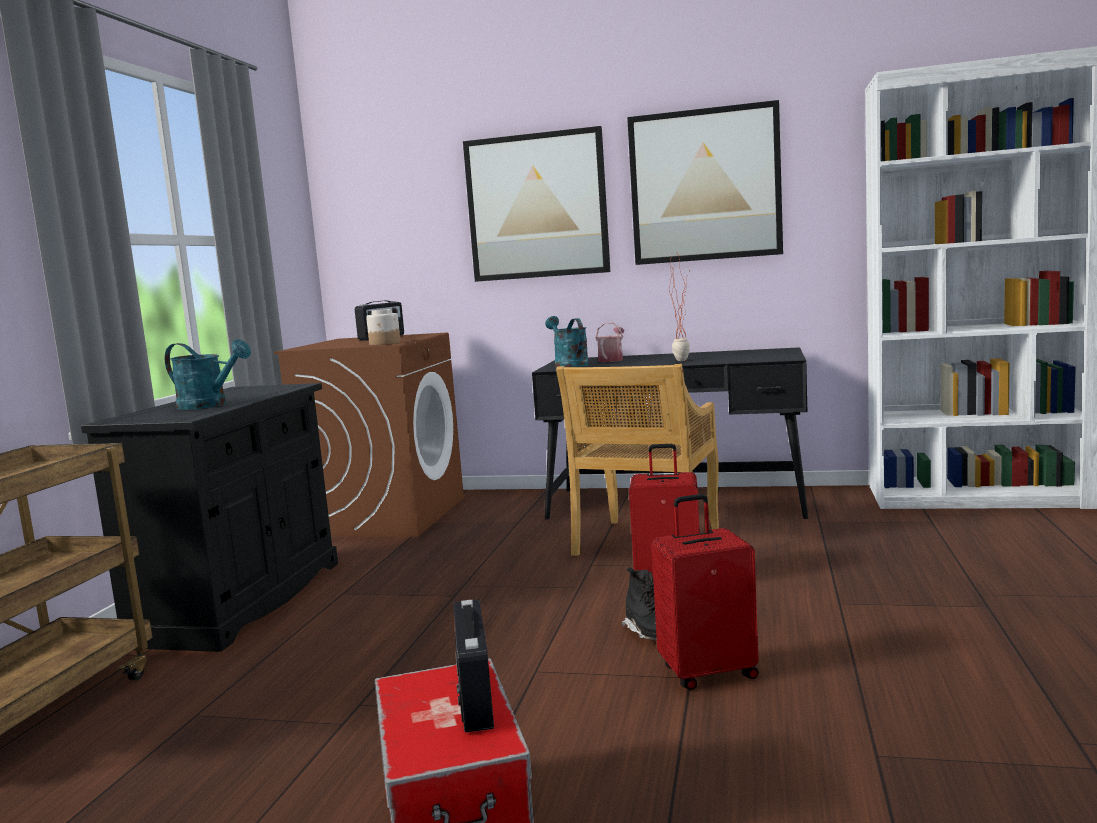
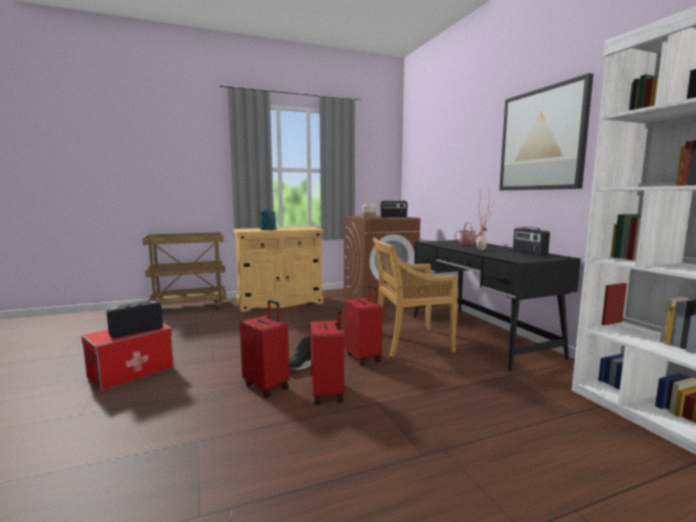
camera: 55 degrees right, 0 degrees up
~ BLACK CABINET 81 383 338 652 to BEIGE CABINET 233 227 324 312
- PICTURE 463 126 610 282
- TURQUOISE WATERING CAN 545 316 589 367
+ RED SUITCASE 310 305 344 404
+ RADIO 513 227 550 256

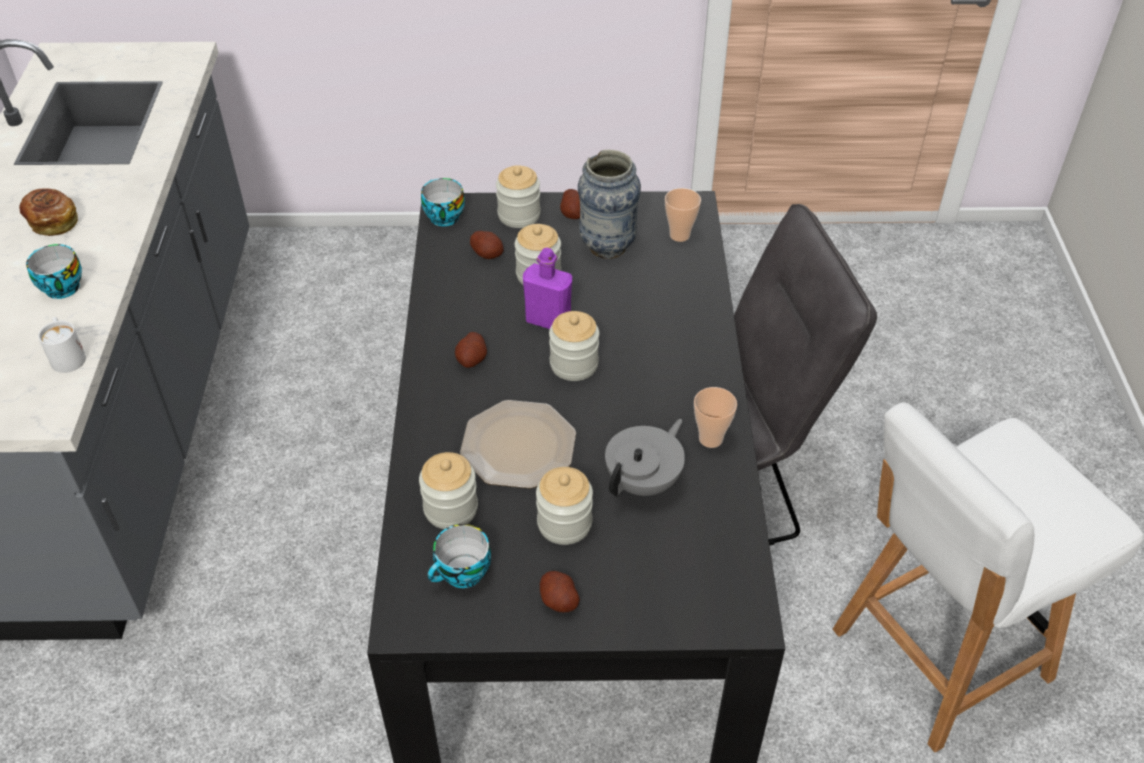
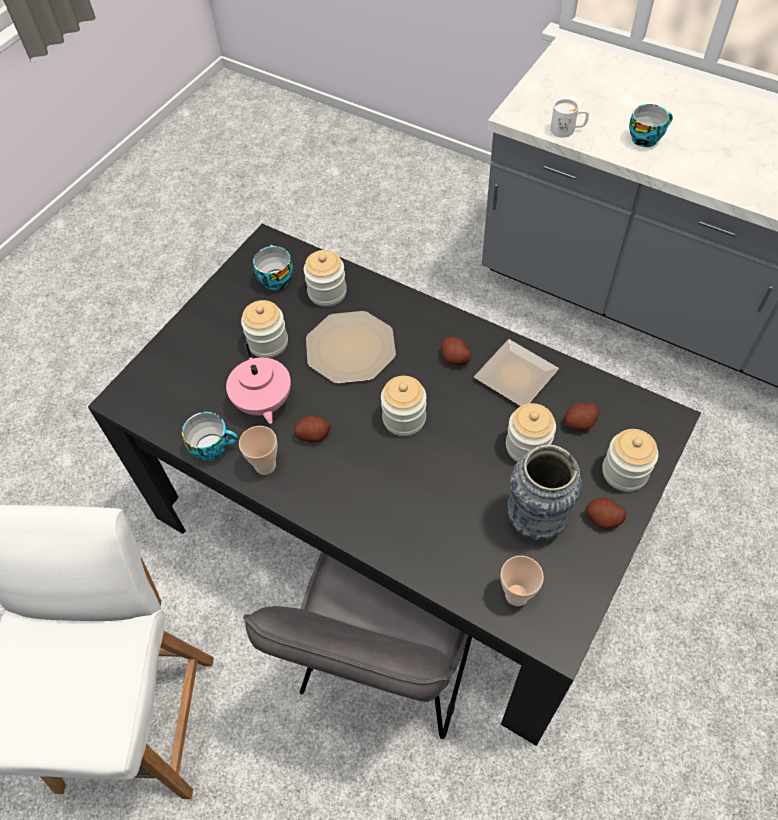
camera: 125 degrees right, 10 degrees up
- BREAD 19 189 78 236
~ CUP 421 178 465 227 to 182 412 238 461
- PURPLE BOTTLE 523 248 572 329
~ POTATO 540 571 580 612 to 294 416 331 442
~ GREY TEAPOT 605 419 685 496 to PINK TEAPOT 226 342 291 424
+ PLATE 474 339 559 406

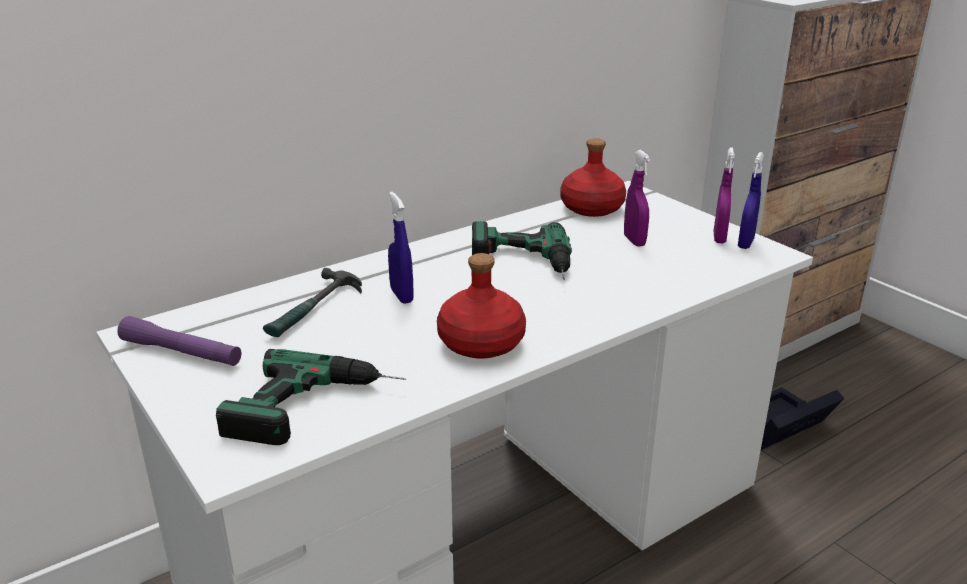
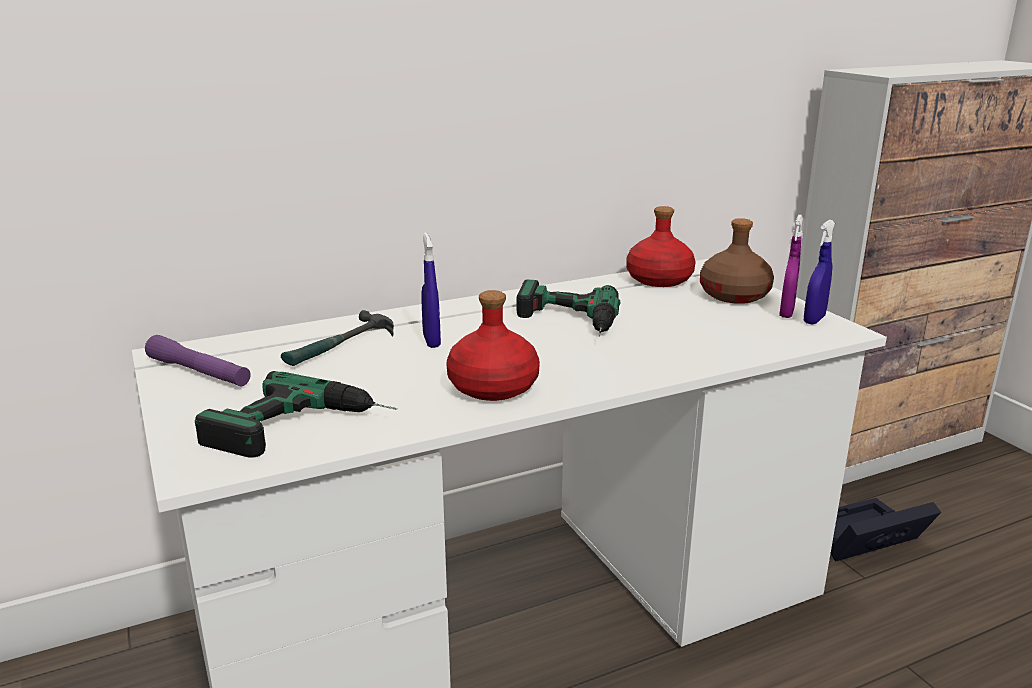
camera: 10 degrees right, 5 degrees down
- PURPLE SPRAY BOTTLE 624 150 650 247
+ BROWN BOTTLE 700 218 774 304

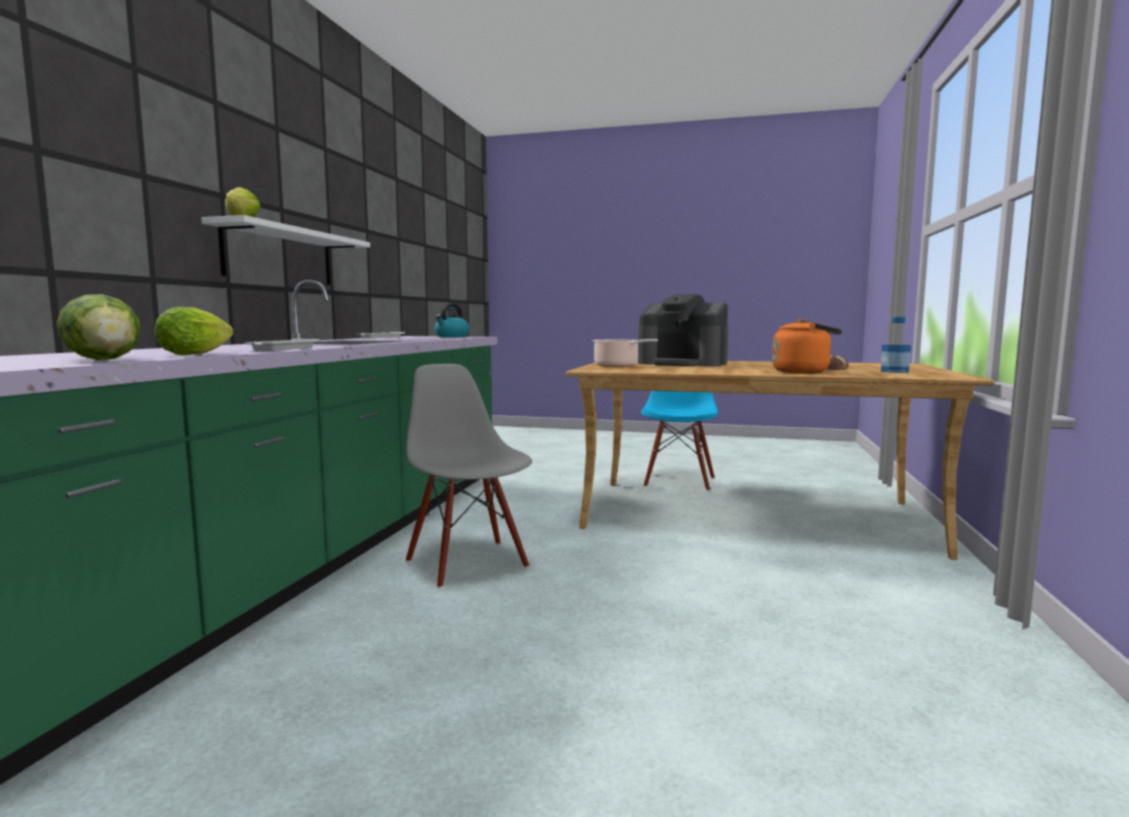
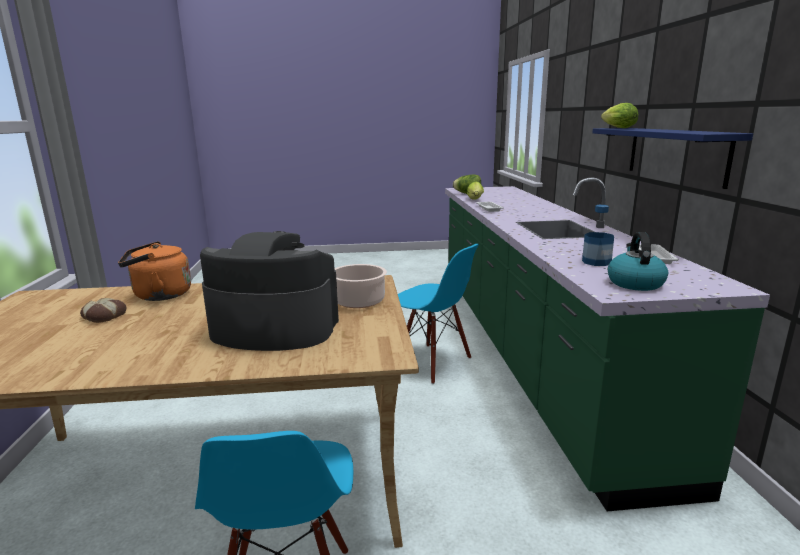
camera: 160 degrees right, 10 degrees up
~ WHITE SHELF 201 215 370 285 to BLUE SHELF 592 128 753 189
~ GREY CHAIR 406 364 532 589 to BLUE CHAIR 398 244 479 384
~ BOTTLE 881 317 911 373 to 582 205 614 266

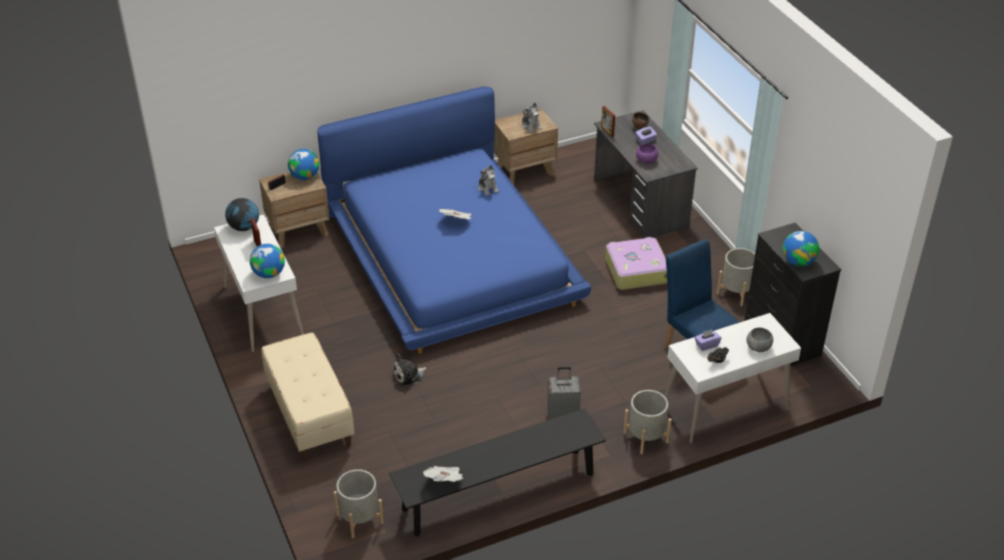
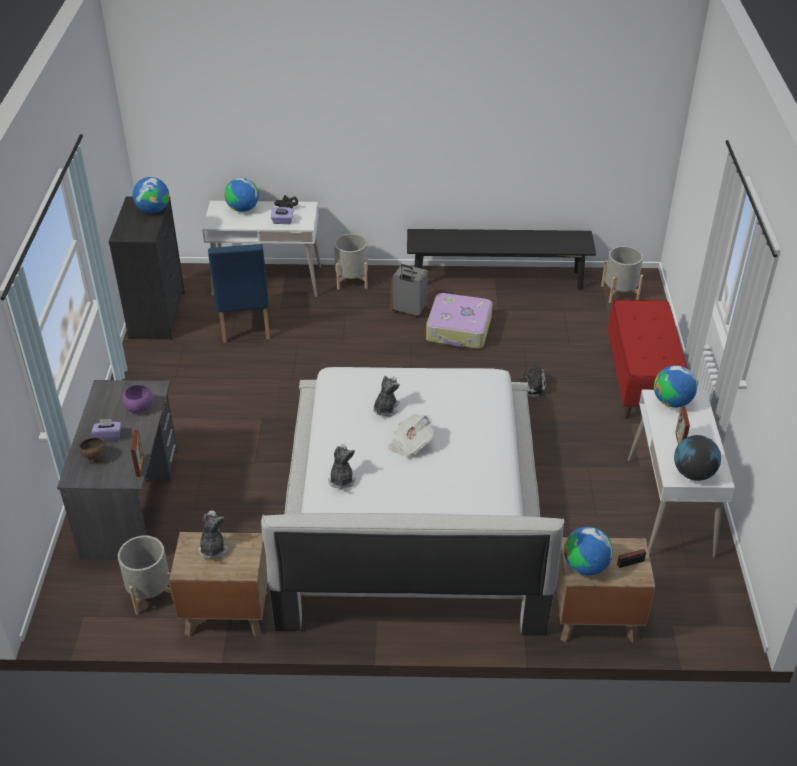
camera: 155 degrees left, 0 degrees up
~ BEIGE BENCH 262 332 355 461 to RED BENCH 608 300 688 419
~ BLUE BED 317 86 591 354 to WHITE BED 261 367 564 635
- NEWSPAPER 423 466 463 482
~ SUITCASE 605 237 667 290 to 426 293 493 349
~ GREY PLANTER 717 248 755 306 to 118 535 173 615
~ GREY BOWL 747 328 773 352 to GLOBE 225 178 259 212
+ PLUSH TOY 373 376 400 417

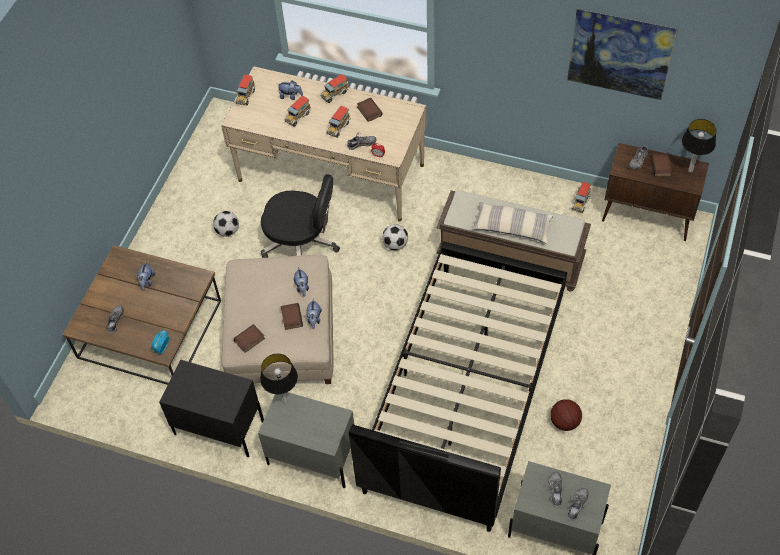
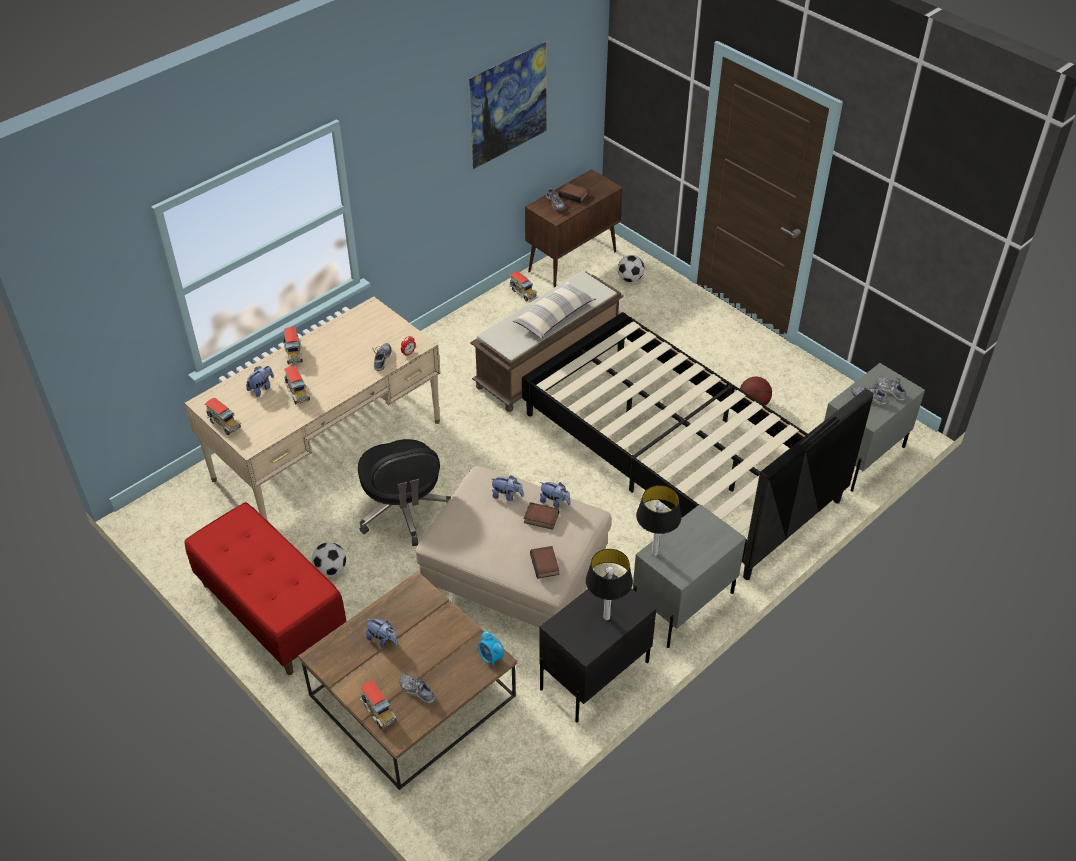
camera: 65 degrees left, 10 degrees down
~ BLACK OFFICE CHAIR 261 174 340 258 = 358 439 451 546 120 degrees clockwise
~ TOY TRUCK 326 106 351 138 to 360 680 397 729
- BOOK 357 98 383 122
~ FOOTBALL 382 224 408 250 to 617 255 645 282
~ TABLE LAMP 682 119 716 172 to 586 549 633 620
+ RED BENCH 184 502 346 675

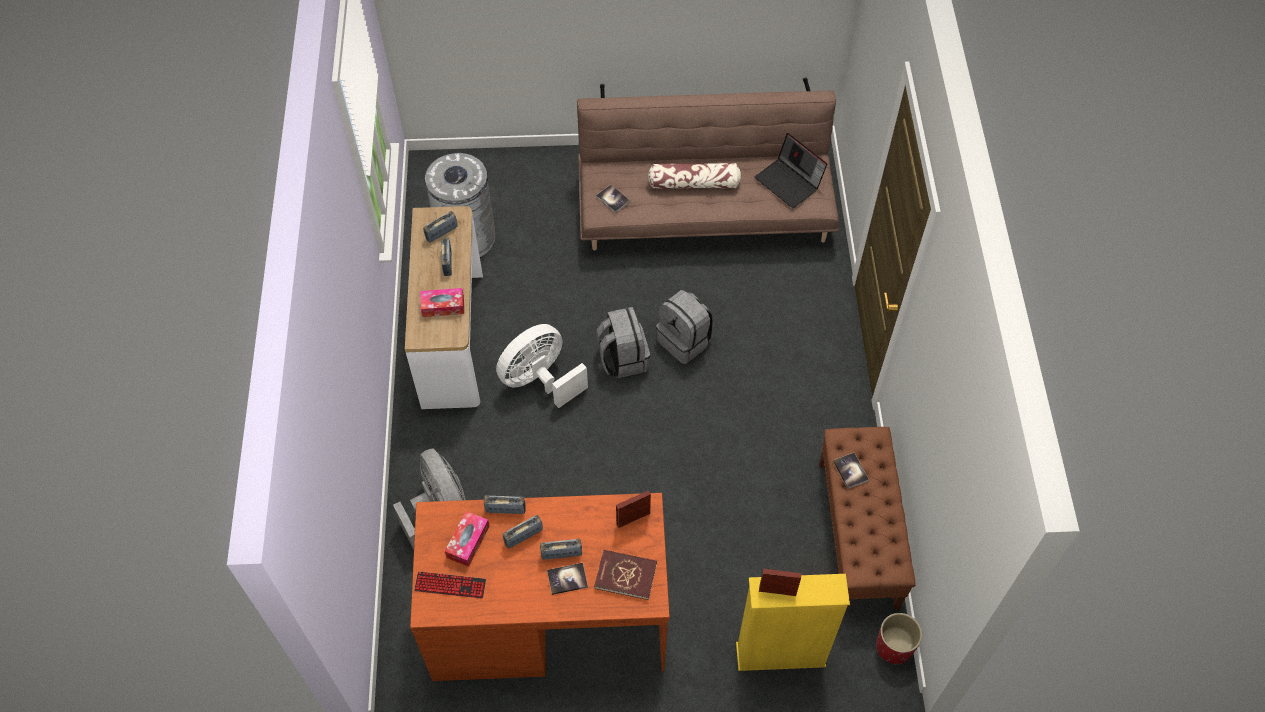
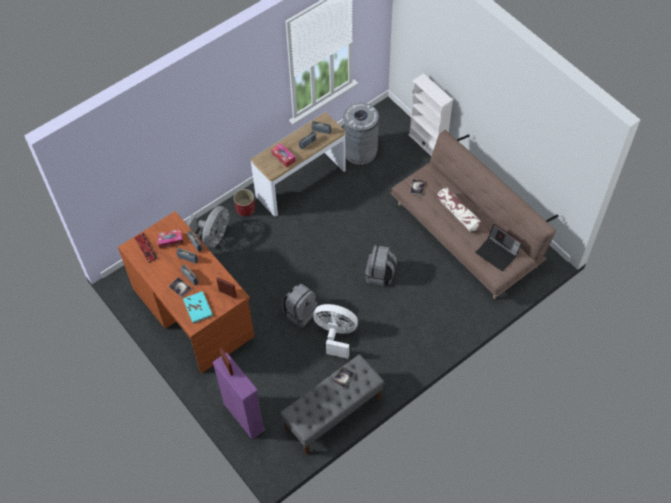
camera: 55 degrees right, 0 degrees up
~ WHITE FAN 496 324 588 408 to 313 304 358 359
~ RED BOOK 594 550 657 600 to TURQUOISE BOOK 183 291 213 324
~ GREY BACKPACK 596 307 650 378 to 282 284 318 328
~ YELLOW BOOKCASE 736 574 850 671 to PURPLE BOOKCASE 212 352 265 439
~ LAPTOP 755 133 827 208 = 475 224 522 271 60 degrees counterclockwise
~ BROWN BENCH 819 427 916 610 to GREY BENCH 280 354 384 455
~ RED PLANTER 876 613 922 664 to 234 189 255 216
+ WHITE BOOKCASE 408 73 453 156

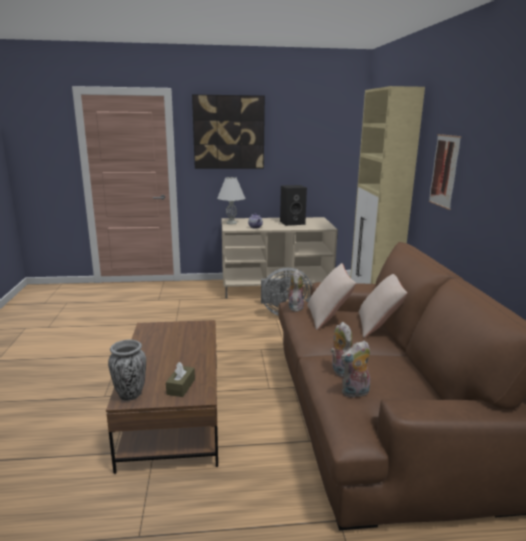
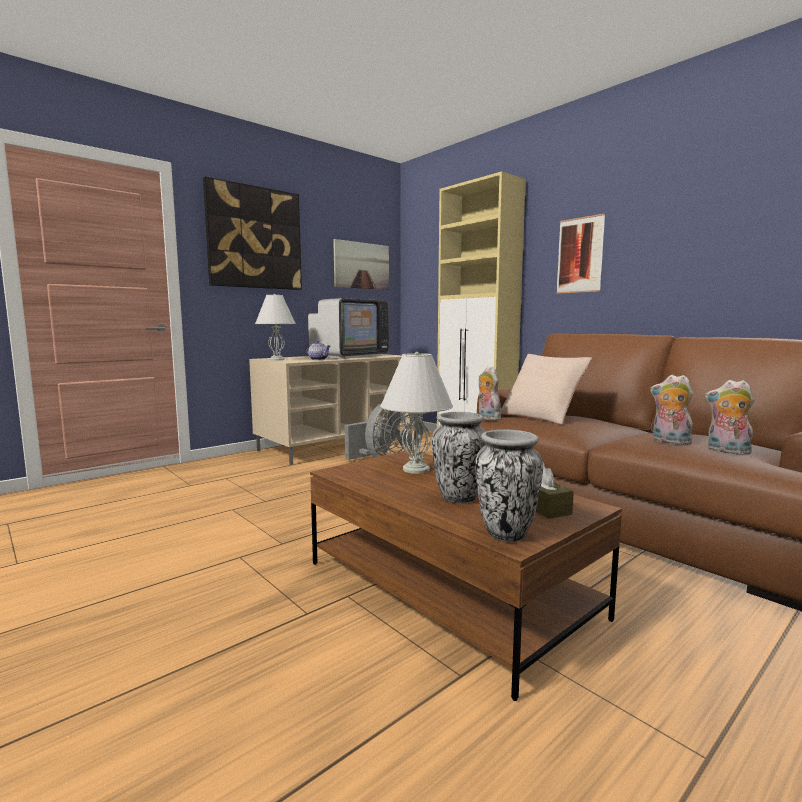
camera: 35 degrees left, 10 degrees down
~ BLACK SPEAKER 280 185 307 226 to TELEVISION 308 298 389 359
~ PLUSH TOY 341 340 370 398 = 705 380 754 455 90 degrees clockwise
- BEIGE PILLOW 359 274 408 338
+ PICTURE 333 239 389 290
+ WHITE TABLE LAMP 380 352 453 474
+ VASE 432 412 486 503

